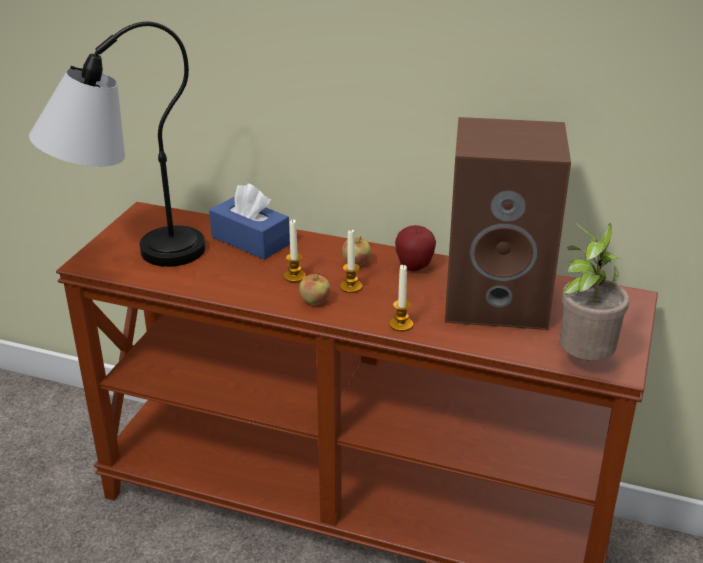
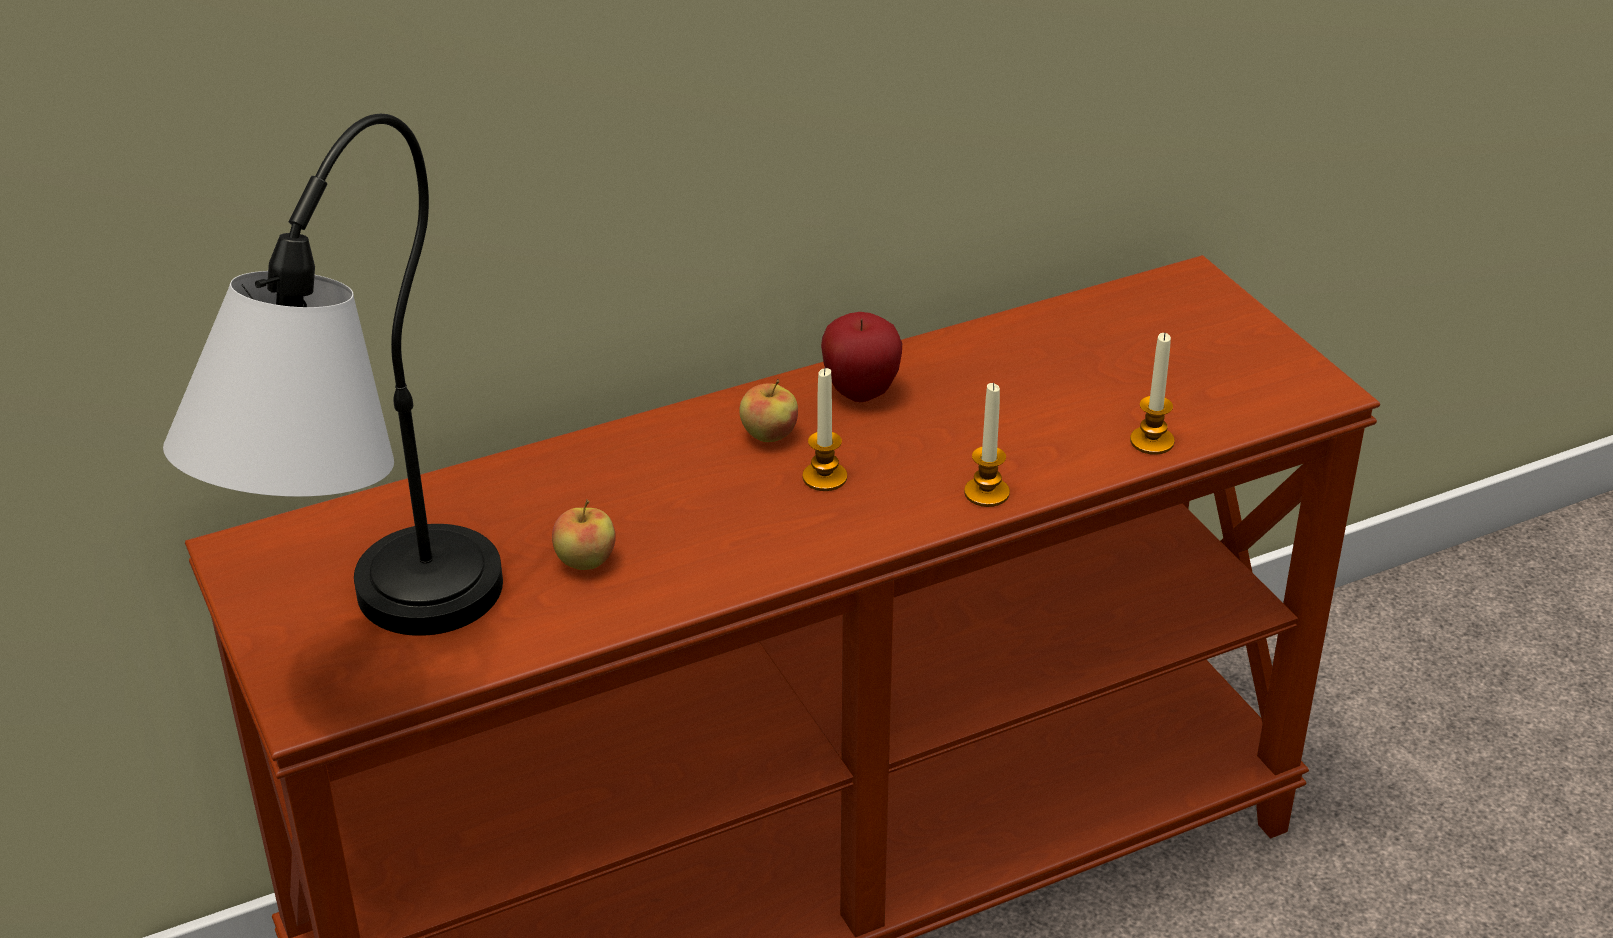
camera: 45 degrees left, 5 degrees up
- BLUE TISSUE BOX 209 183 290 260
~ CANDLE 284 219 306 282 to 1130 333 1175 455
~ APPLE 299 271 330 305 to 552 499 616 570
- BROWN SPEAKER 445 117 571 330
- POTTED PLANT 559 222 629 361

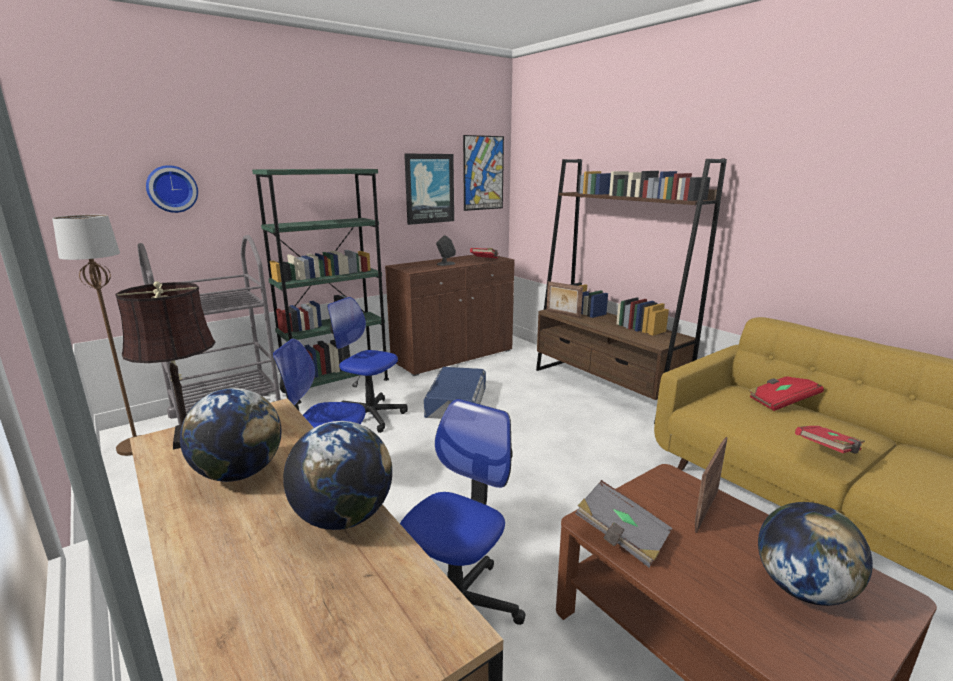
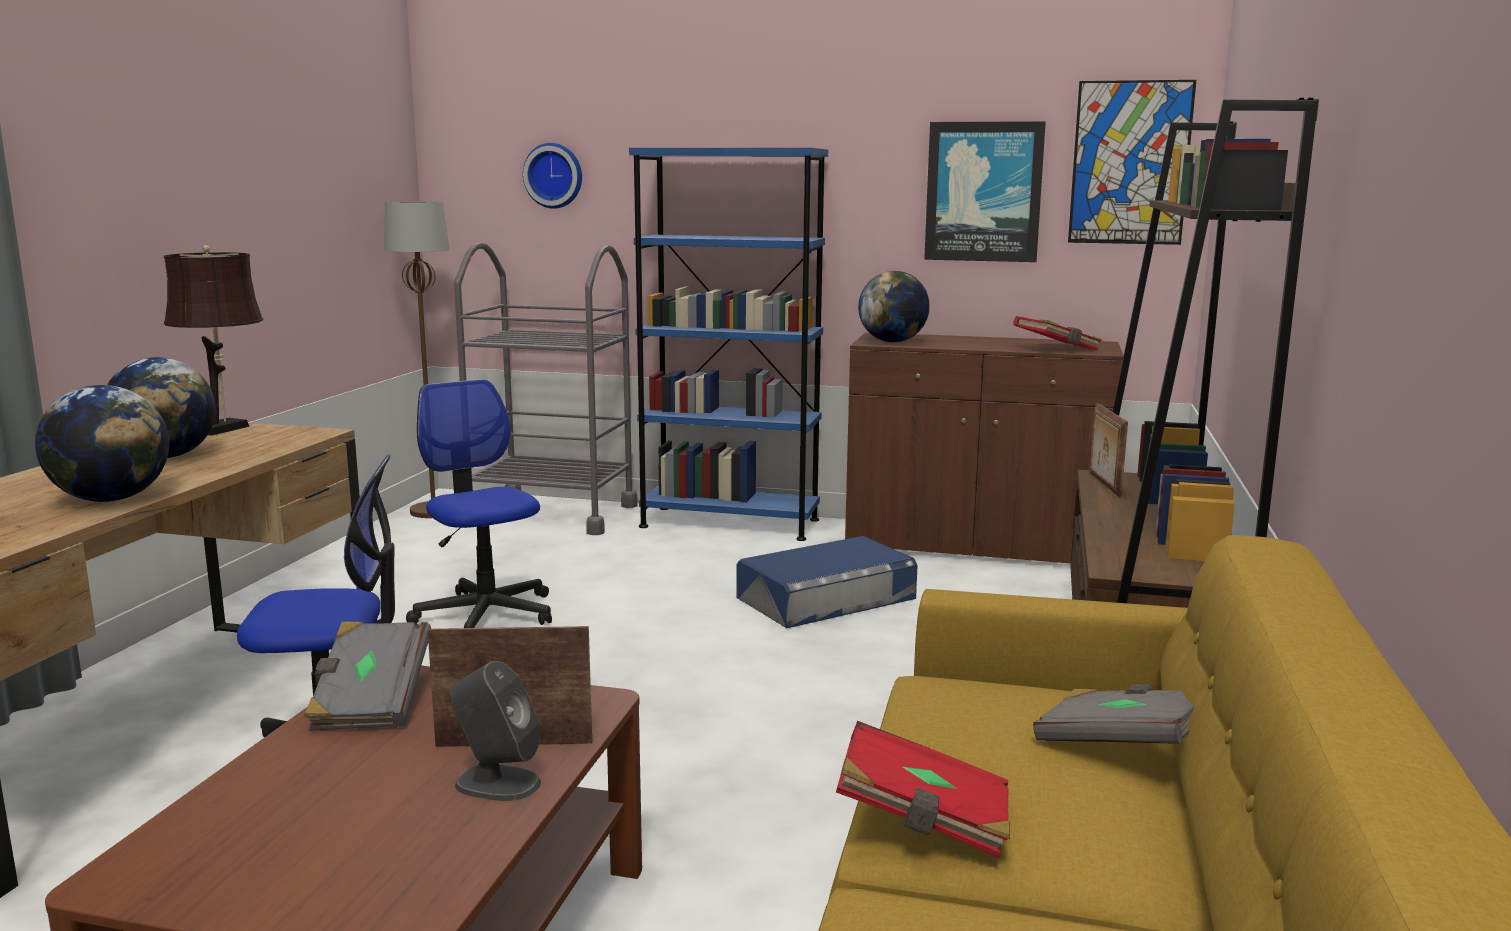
camera: 50 degrees right, 5 degrees down
~ GREEN BOOKCASE 252 169 389 404 to BLUE BOOKCASE 629 148 828 541
- OFFICE CHAIR 327 297 408 433
~ GREY SPEAKER 436 235 456 266 to 449 661 541 801
~ RED BOOK 748 376 824 411 to GREY BOOK 1033 684 1195 744
~ GLOBE 758 502 873 606 to 858 271 930 342

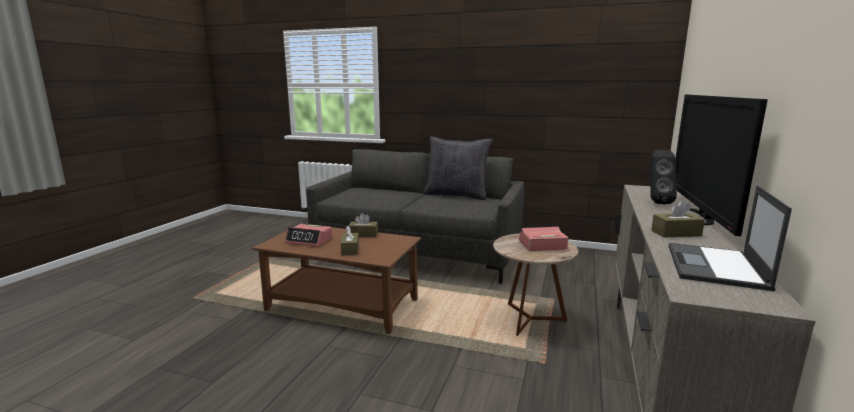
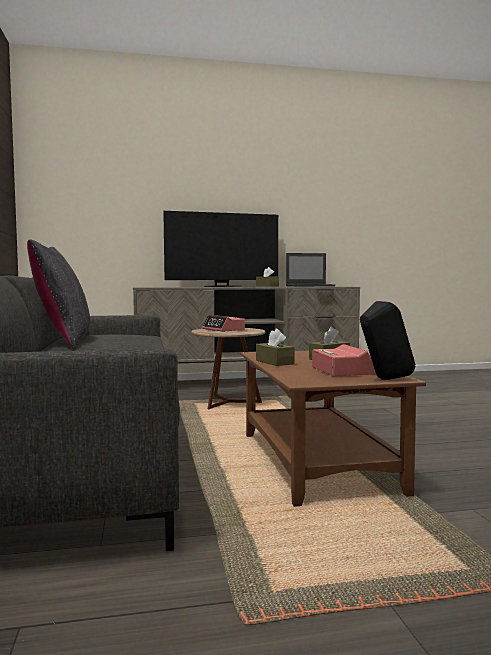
camera: 120 degrees left, 10 degrees down
~ BLACK SPEAKER 650 150 677 204 to 360 301 416 380

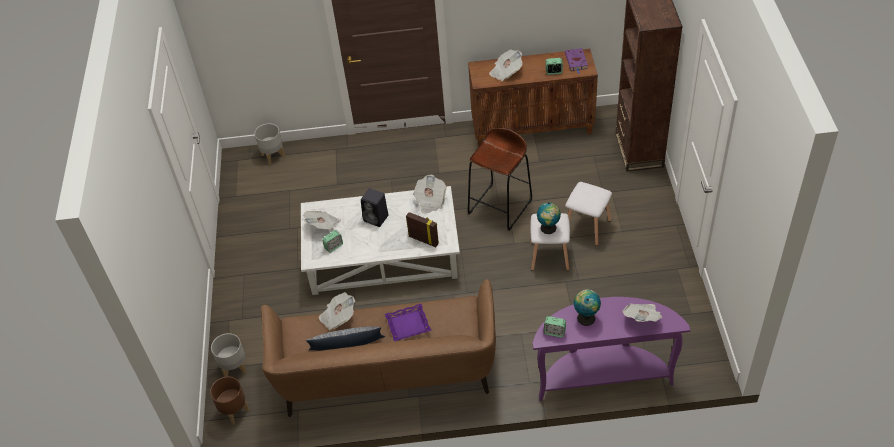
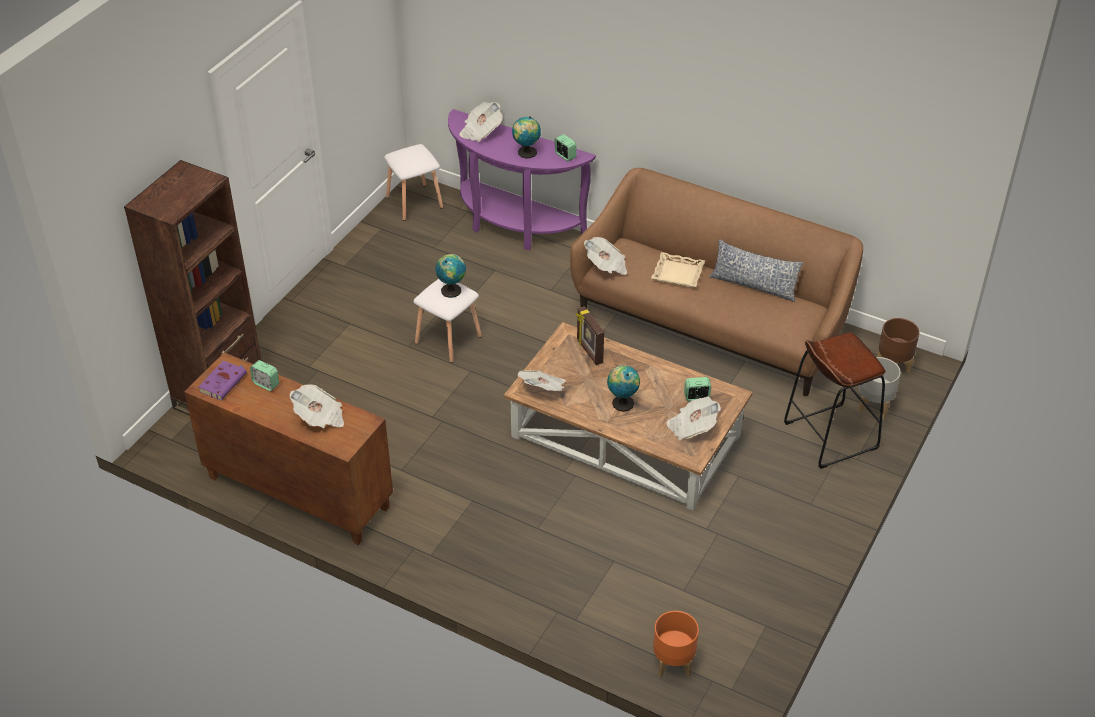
camera: 150 degrees left, 5 degrees down
~ GREY PLANTER 254 123 285 165 to ORANGE PLANTER 653 611 699 678
~ WHITE COFFEE TABLE 301 186 460 295 to BROWN COFFEE TABLE 504 322 753 511
~ NEWSPAPER 319 292 355 331 to 584 237 627 275
~ BLACK SPEAKER 361 188 389 227 to GLOBE 607 365 640 412
~ PURPLE TRAY 385 304 432 341 to BEIGE TRAY 651 252 705 287
~ BROWN STOOL 468 128 532 231 to 784 332 886 469
~ WHITE STOOL 565 182 612 246 to 384 144 443 221

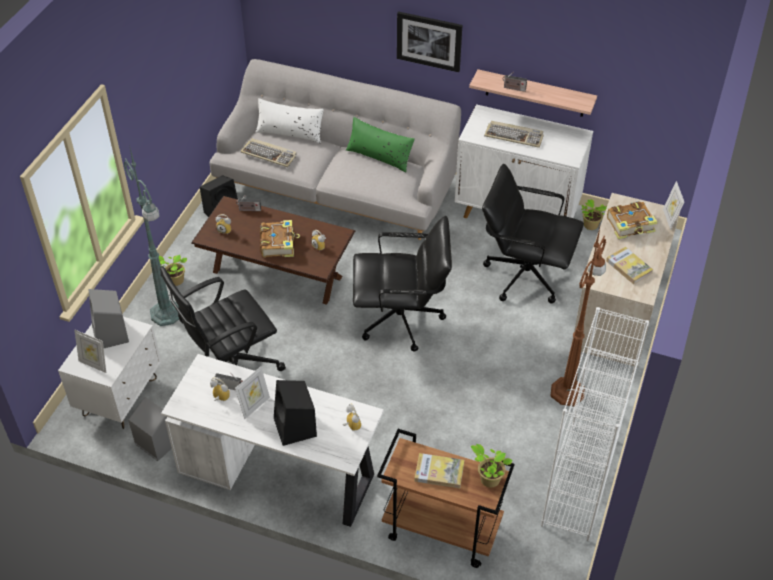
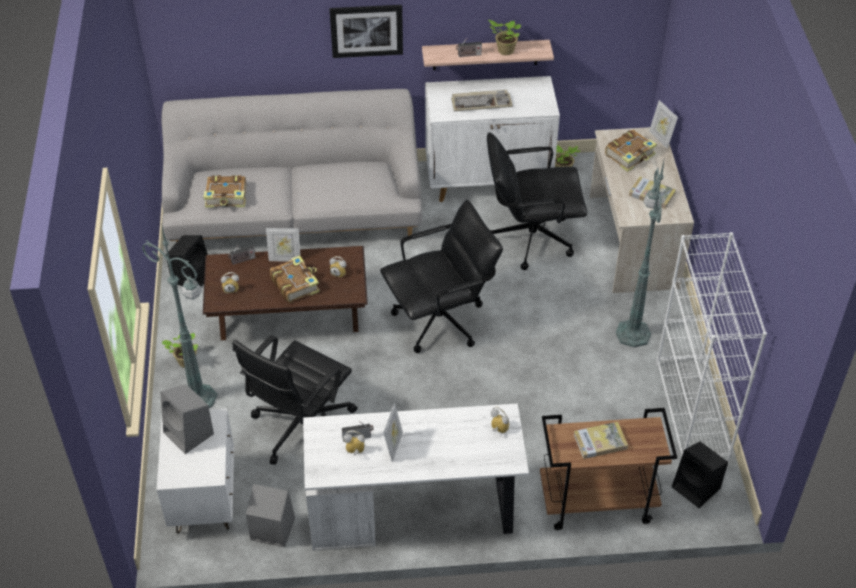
camera: 25 degrees left, 0 degrees up
~ PICTURE FRAME 74 330 106 373 to 266 228 300 262
~ KEYBOARD 240 138 297 167 to BOOK 203 175 246 208
- WHITE PILLOW 256 98 324 143
~ BLACK SPEAKER 274 380 317 446 to 672 442 728 508
- GREEN PILLOW 346 117 415 173
~ POTTED PLANT 471 444 513 487 to 488 20 521 55
~ BROWN FLOOR LAMP 550 228 606 406 to GREEN FLOOR LAMP 616 161 664 347

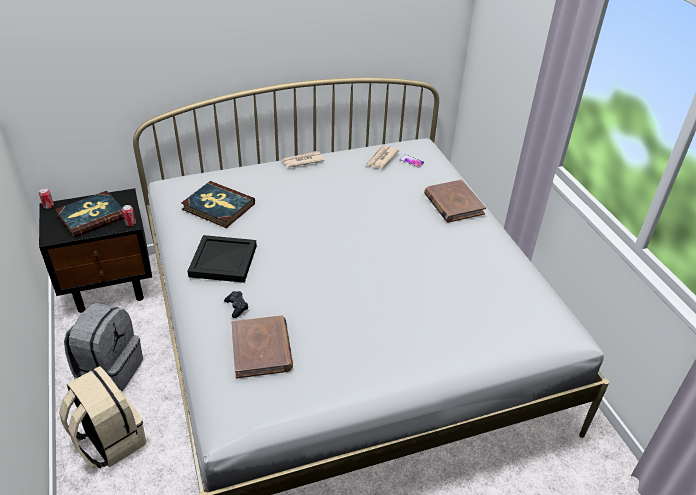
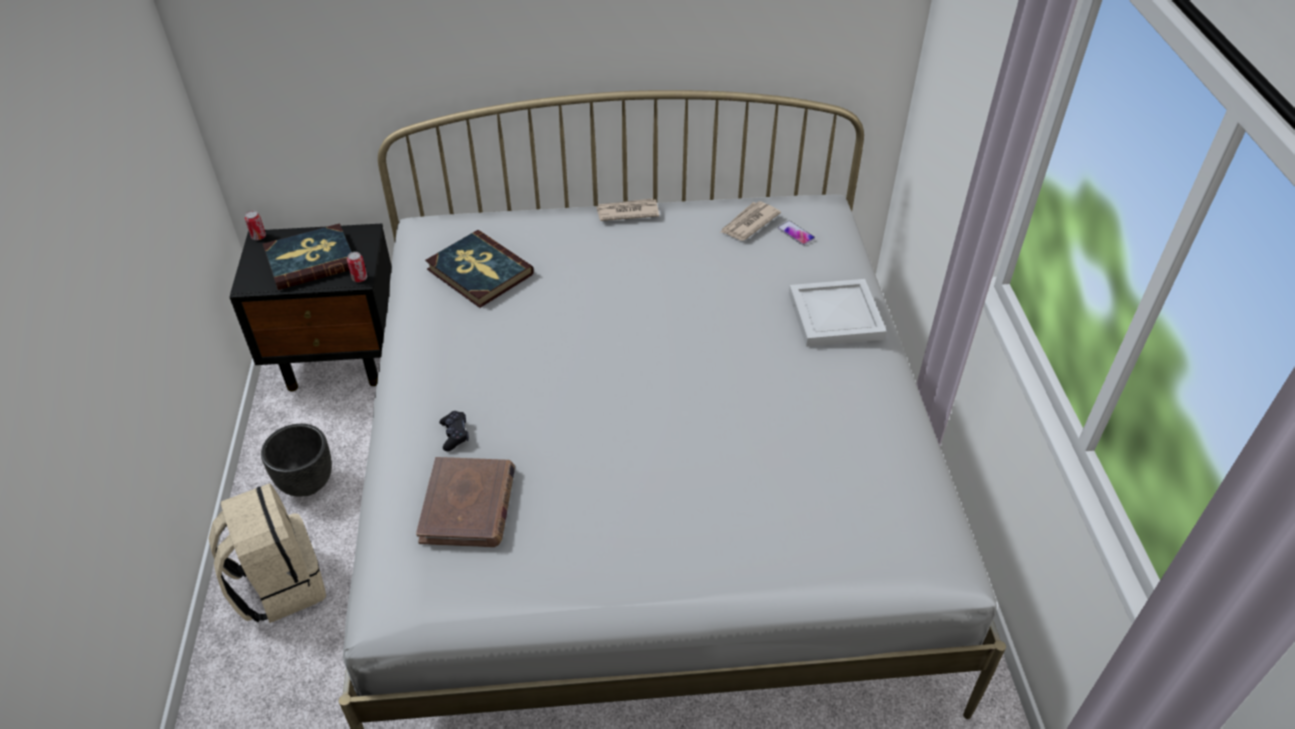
camera: 15 degrees right, 5 degrees up
~ GREY BACKPACK 64 303 143 391 to BLACK PLANTER 261 424 332 497
- BLACK TRAY 187 235 257 283
~ BROWN BOOK 424 180 486 223 to WHITE TRAY 789 279 887 347

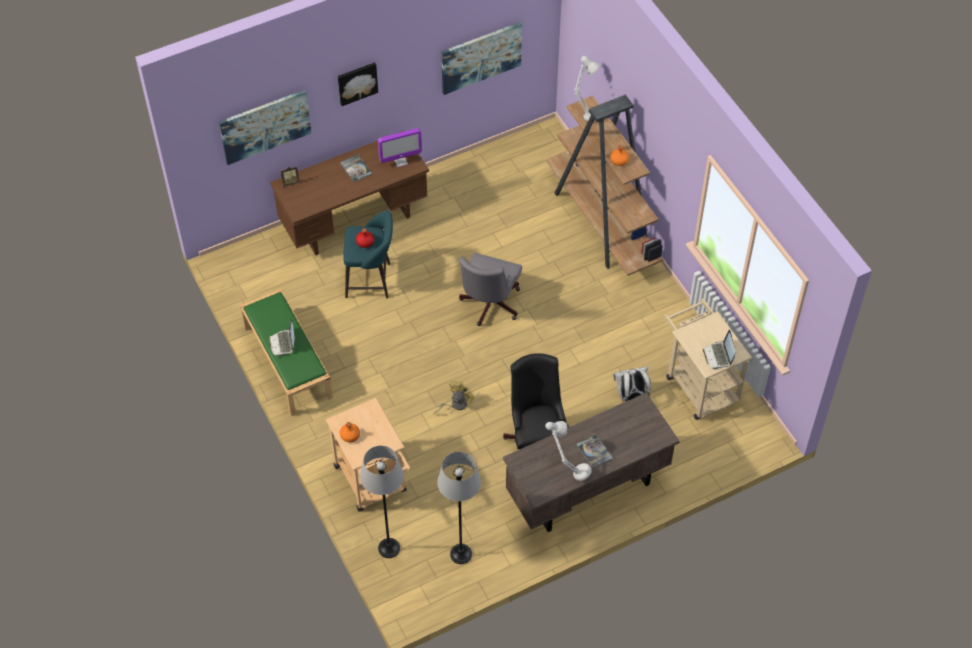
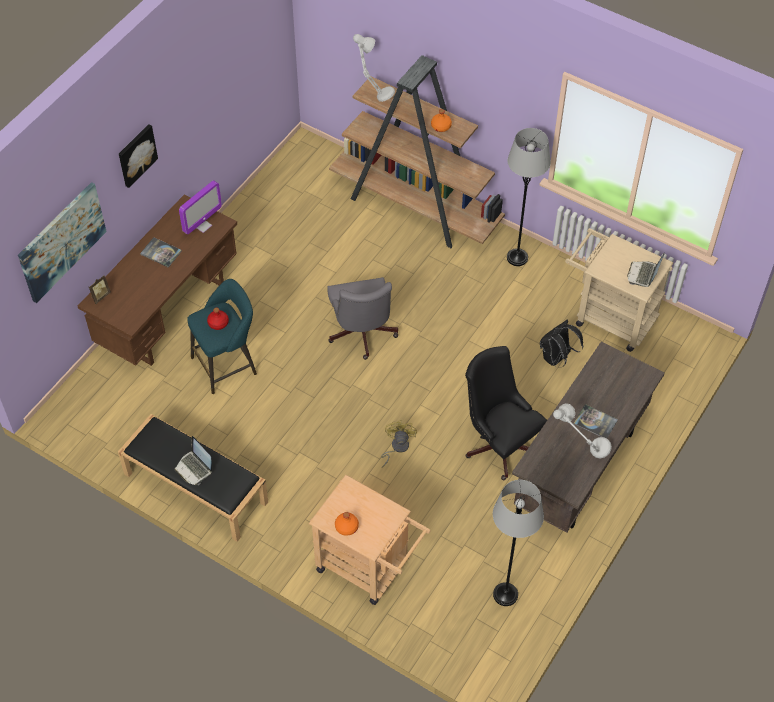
camera: 30 degrees left, 0 degrees up
~ GREEN BENCH 240 289 333 416 to BLACK BENCH 118 414 268 542
~ GREY FLOOR LAMP 360 446 404 558 to 507 128 551 266
- PICTURE 441 22 522 95
~ WHITE BACKPACK 614 367 651 403 to BLACK BACKPACK 540 320 583 368
~ LAPTOP 703 330 736 370 = 627 252 665 287 60 degrees clockwise

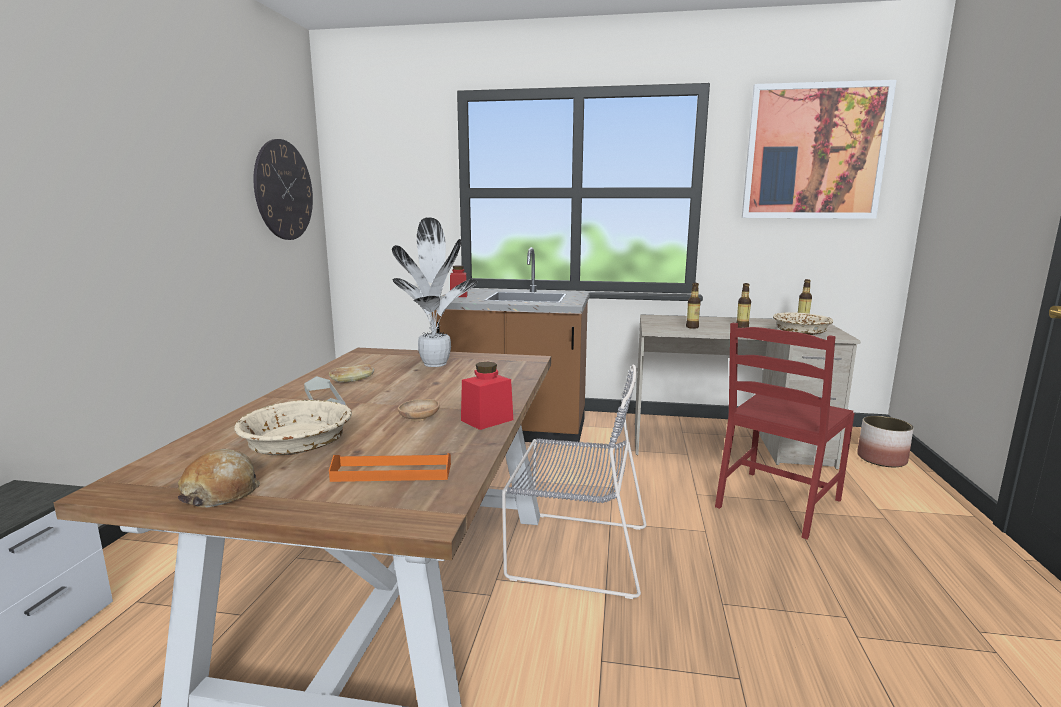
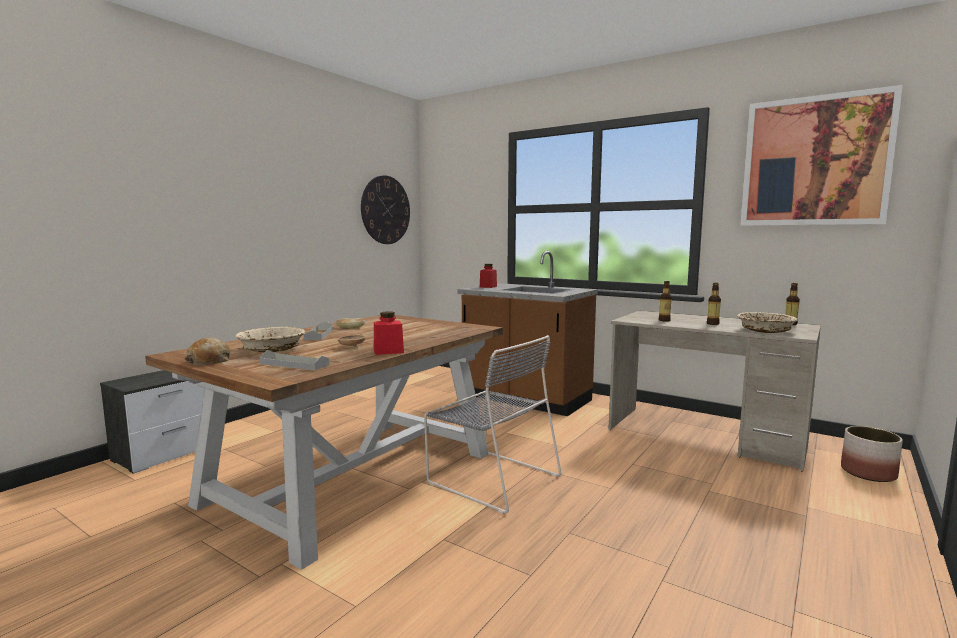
camera: 25 degrees right, 5 degrees down
~ ORANGE TRAY 329 453 451 482 to GREY TRAY 260 350 329 371
- POTTED PLANT 392 217 477 367
- RED CHAIR 715 323 855 539

